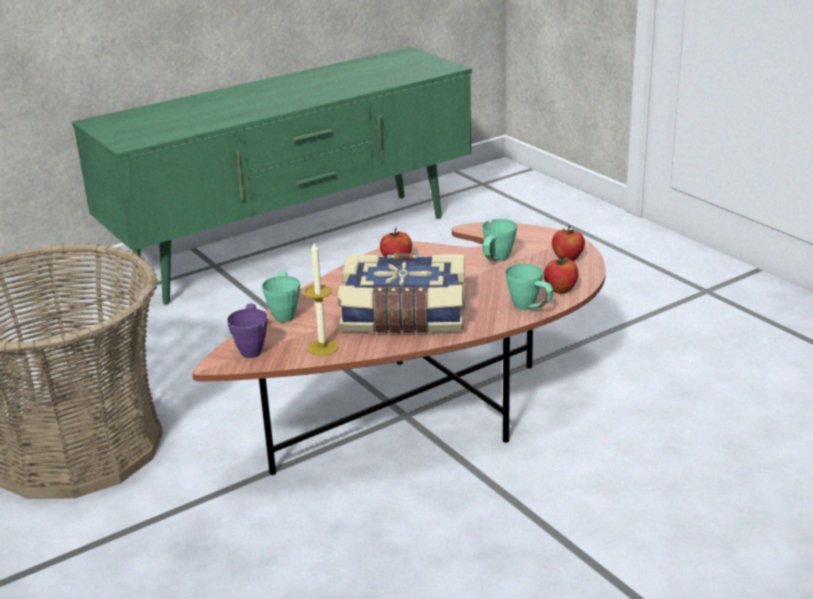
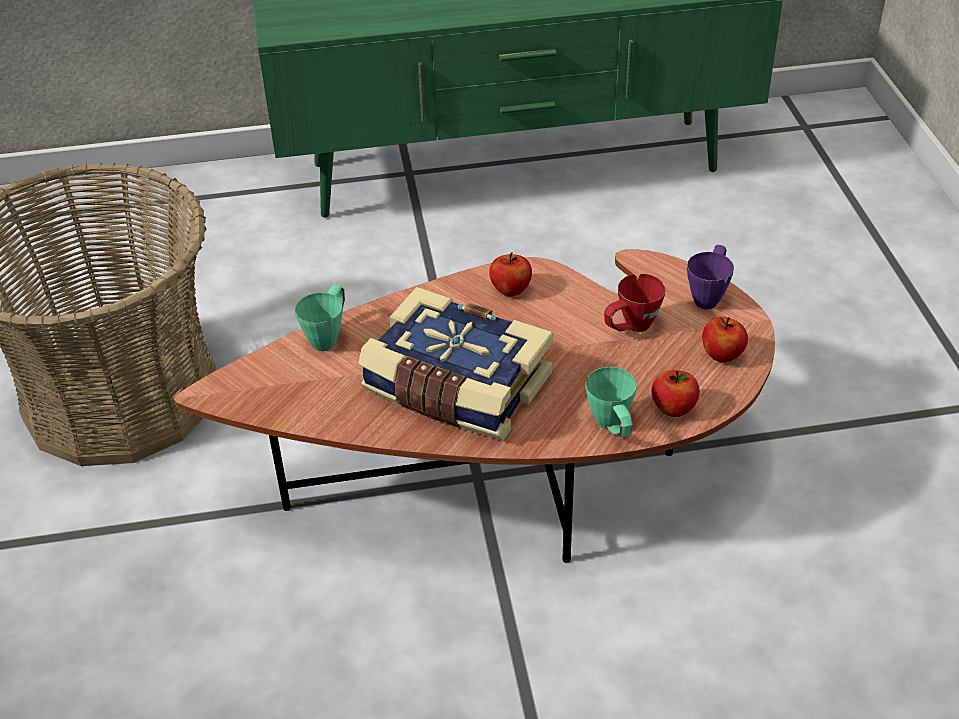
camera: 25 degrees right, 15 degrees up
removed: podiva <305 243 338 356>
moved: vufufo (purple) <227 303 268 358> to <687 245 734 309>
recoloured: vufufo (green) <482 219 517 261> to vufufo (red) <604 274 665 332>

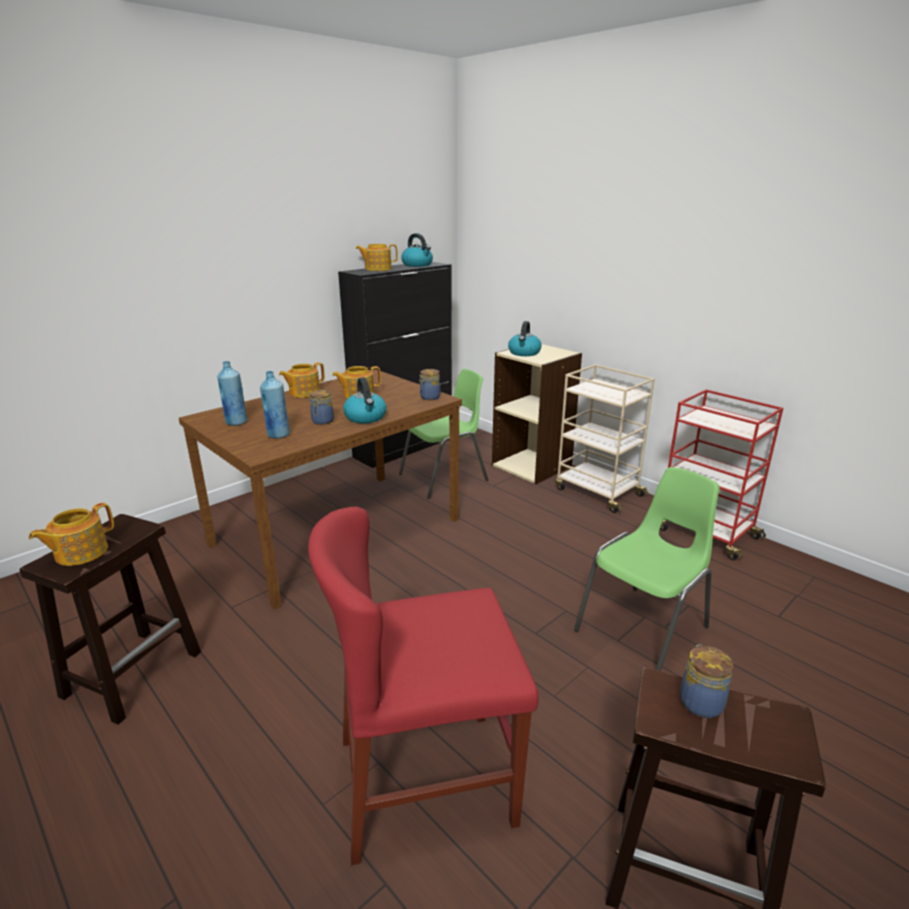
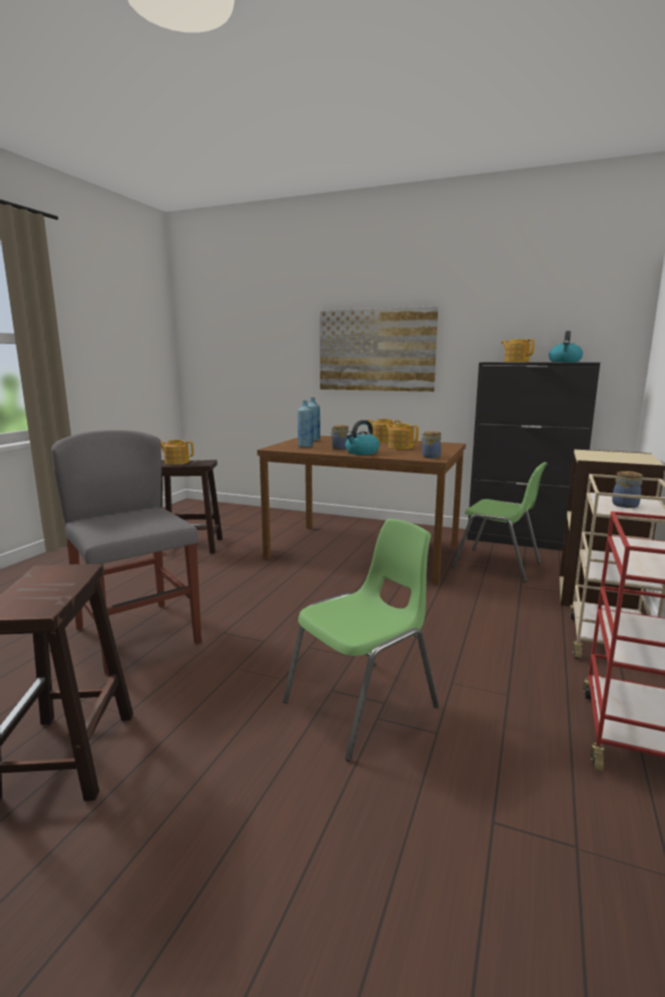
camera: 65 degrees right, 10 degrees down
removed: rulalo <508 321 541 356>
added: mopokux <320 306 438 392>
moved: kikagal <680 645 733 718> to <612 471 643 508>
recoloured: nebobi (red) <308 507 539 865> to nebobi (grey) <51 430 202 675>
turned: nebobi (green) <574 467 720 671> = <283 519 439 761> 60 degrees counterclockwise

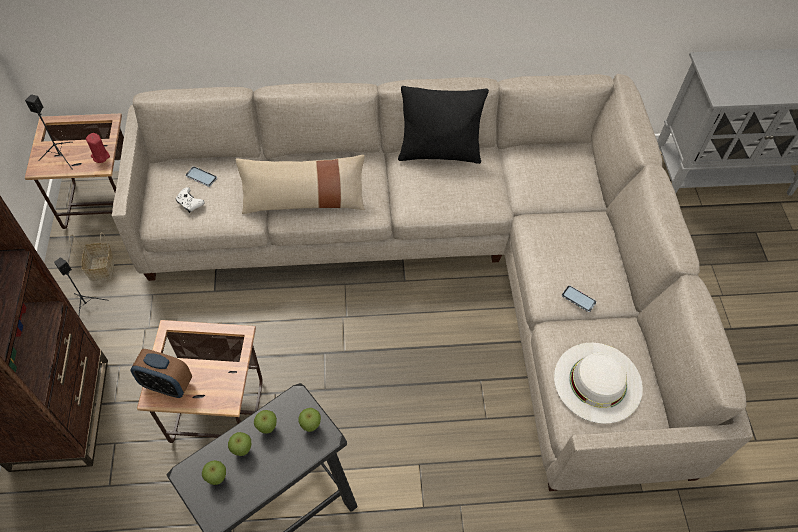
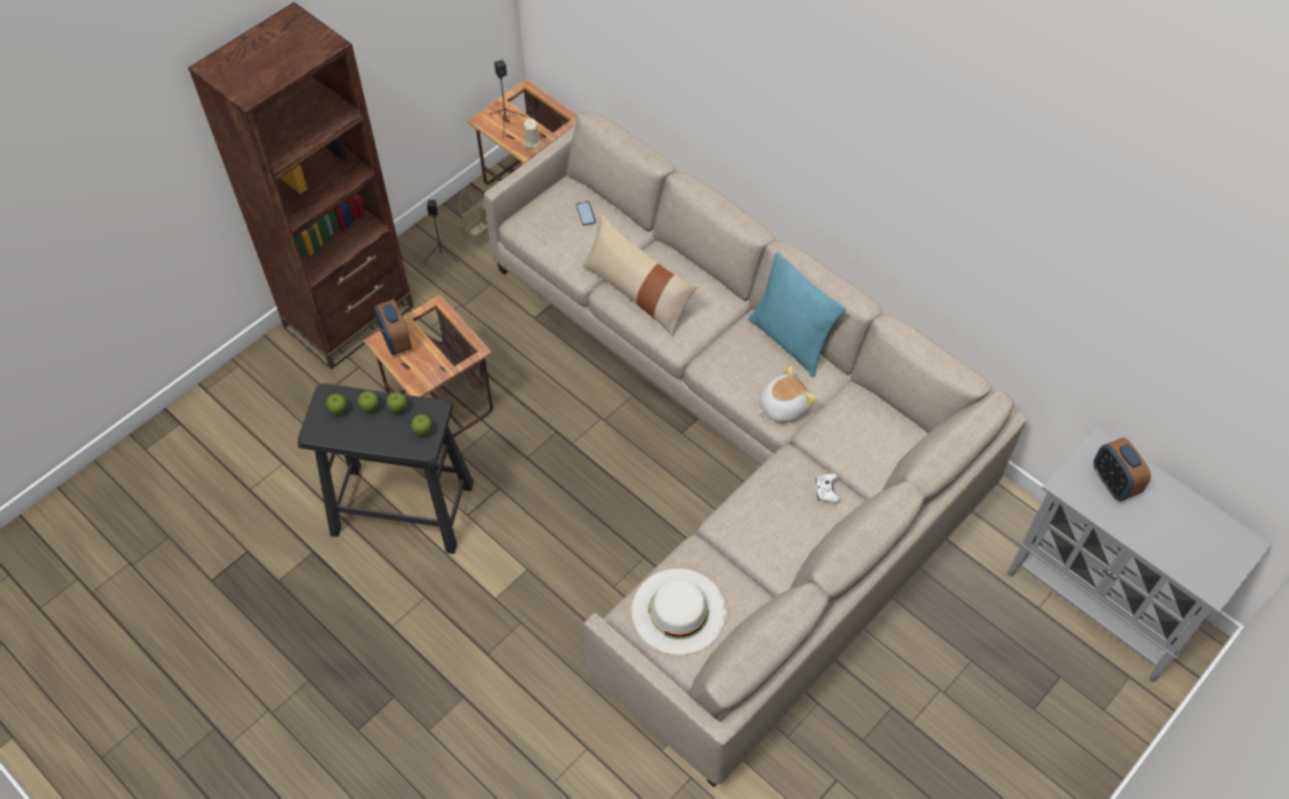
camera: 50 degrees right, 0 degrees up
removed: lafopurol <562 285 596 312>
added: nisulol <758 366 817 422>; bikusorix <1093 438 1151 501>
moved: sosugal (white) <176 187 205 213> to <816 473 840 503>
recoloured: podiva (red) <86 133 110 163> to podiva (beige) <523 119 540 149>; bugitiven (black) <398 86 489 164> to bugitiven (turquoise) <748 252 846 377>

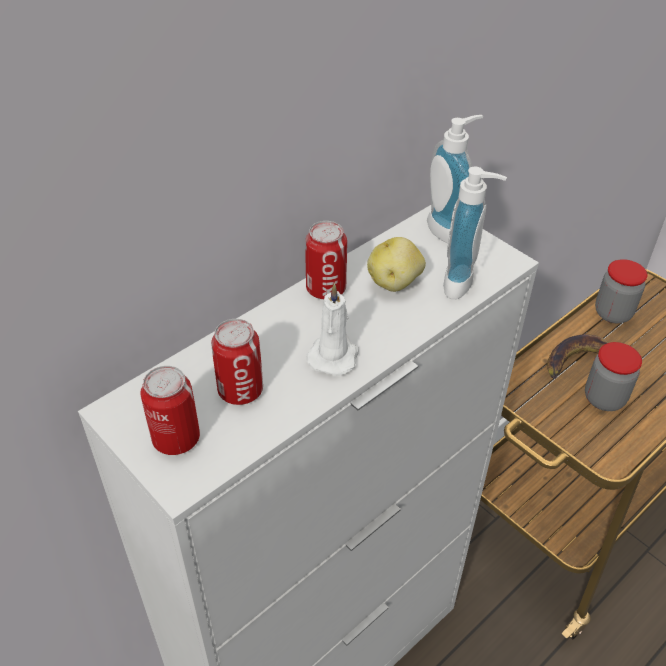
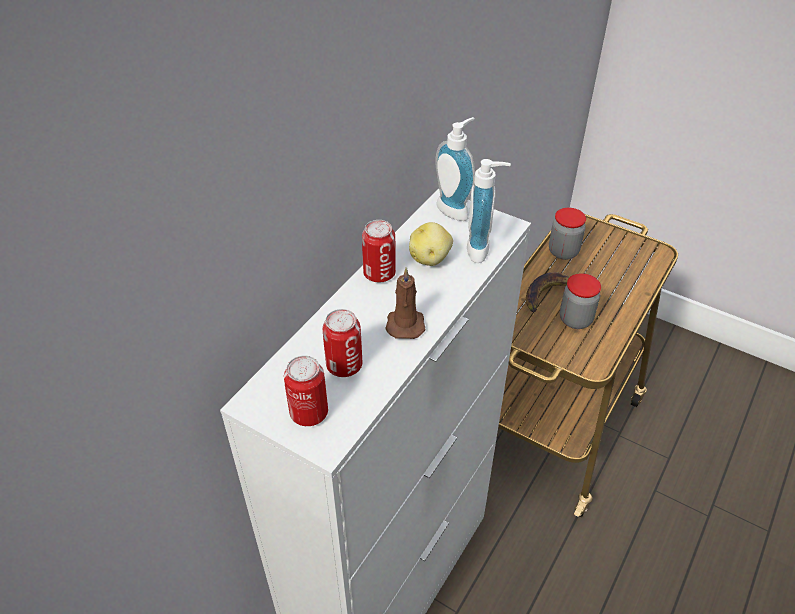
camera: 15 degrees left, 0 degrees up
recoloured: podiva (white) <306 283 359 376> to podiva (brown) <385 267 426 339>

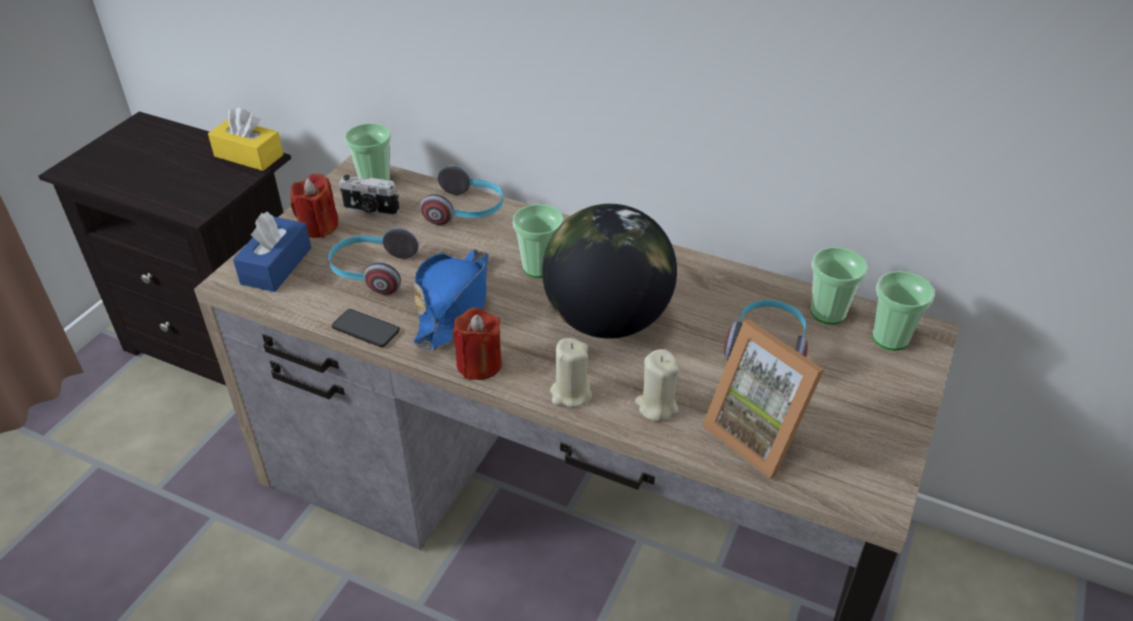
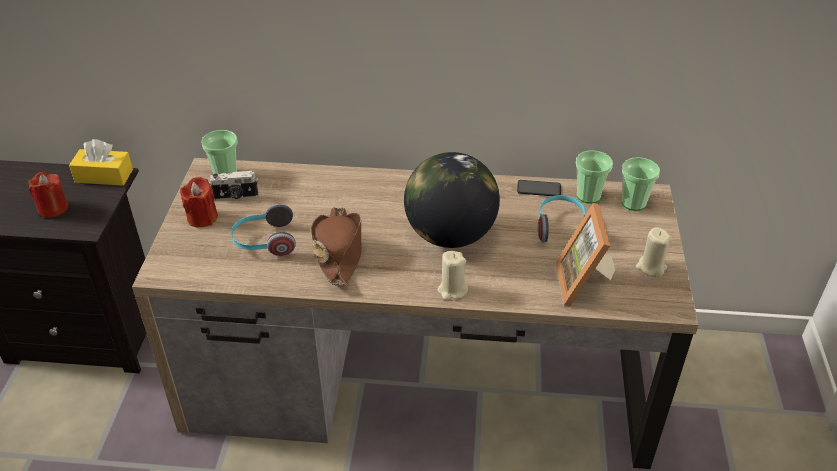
camera: 20 degrees left, 0 degrees up
removed: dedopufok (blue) <233 212 311 292>; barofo <420 165 503 225>; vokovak <513 204 564 278>
moved: podiva (red) <453 308 502 380> to <28 172 68 218>; lafopurol <332 309 400 347> to <517 180 561 196>; podiva (beige) <635 349 679 421> to <636 227 672 277>
recoloured: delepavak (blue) <413 249 488 350> to delepavak (brown) <311 207 362 286>
turned: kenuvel <702 320 824 479> = <556 203 615 307> 60 degrees clockwise

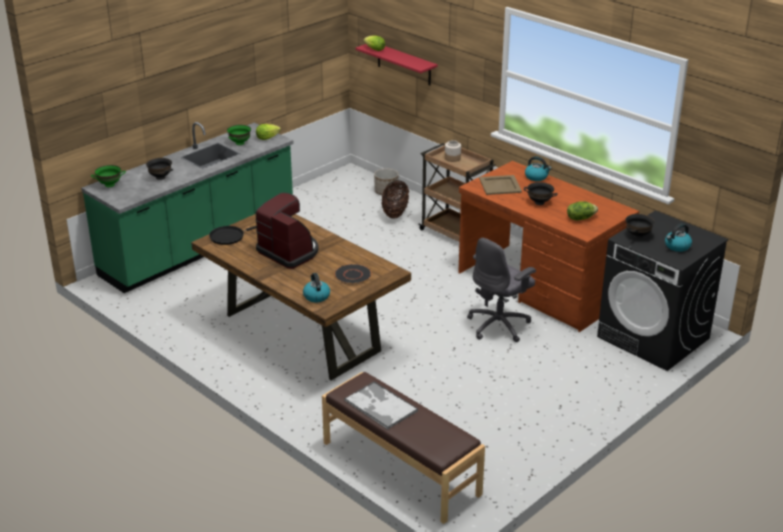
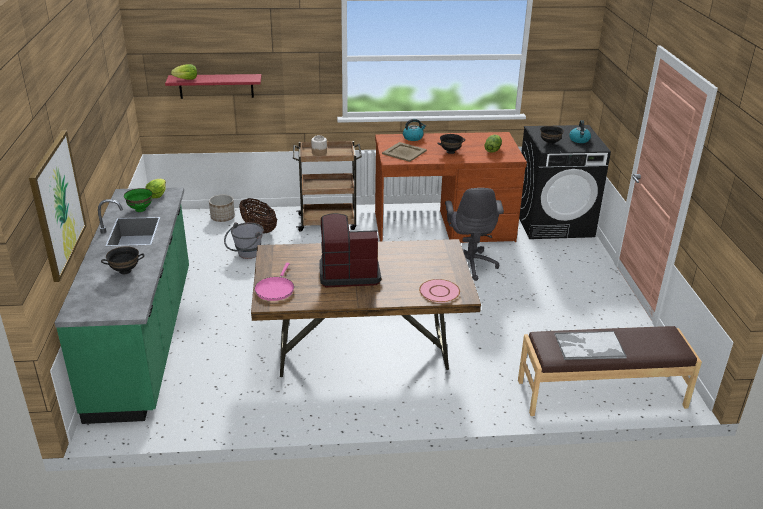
camera: 50 degrees left, 0 degrees up
removed: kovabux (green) <91 165 126 187>; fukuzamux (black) <334 264 372 284>
added: mopokux <29 130 87 282>; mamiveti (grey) <224 222 264 259>
replaced: rulalo <303 273 330 303> to fukuzamux (pink) <419 279 460 303>
recoloured: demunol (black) <209 226 257 245> to demunol (pink) <255 263 294 301>

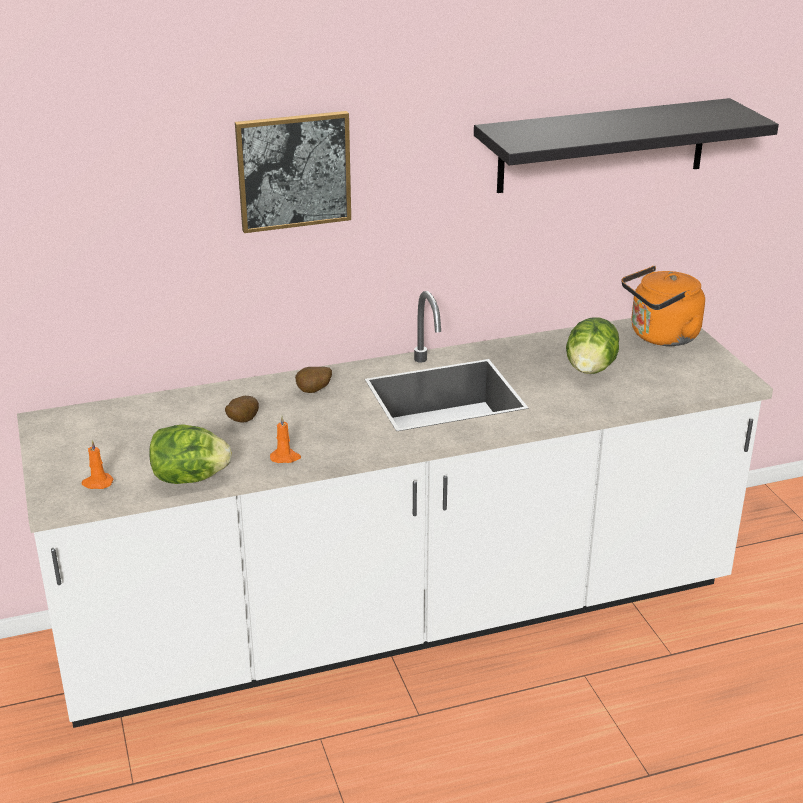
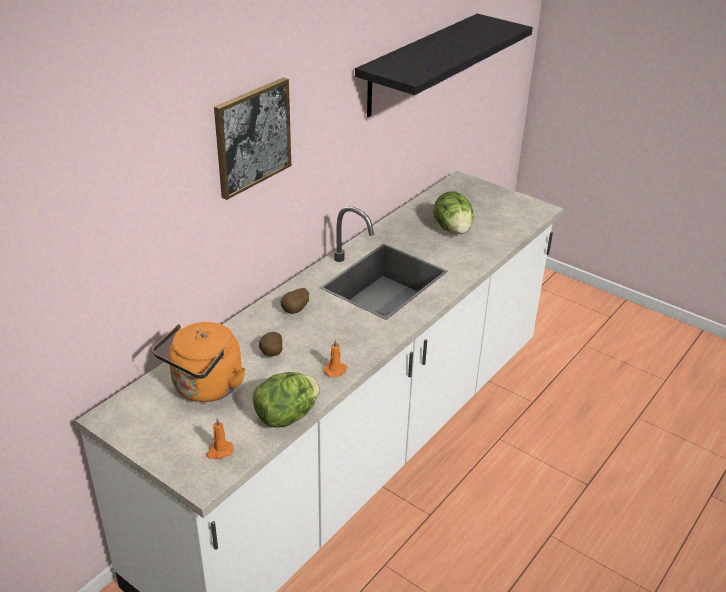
camera: 35 degrees left, 5 degrees up
moved: rulalo (orange) <622 266 705 346> to <152 322 245 402>

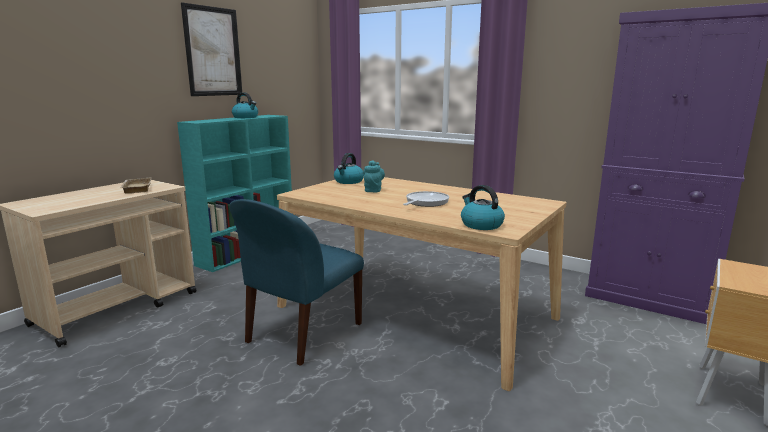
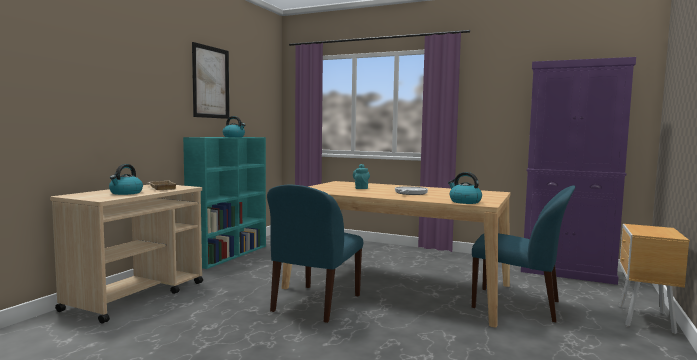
camera: 10 degrees left, 10 degrees down
added: nebobi (blue) <472 185 575 322>
moved: rulalo <334 153 364 184> to <109 164 143 195>

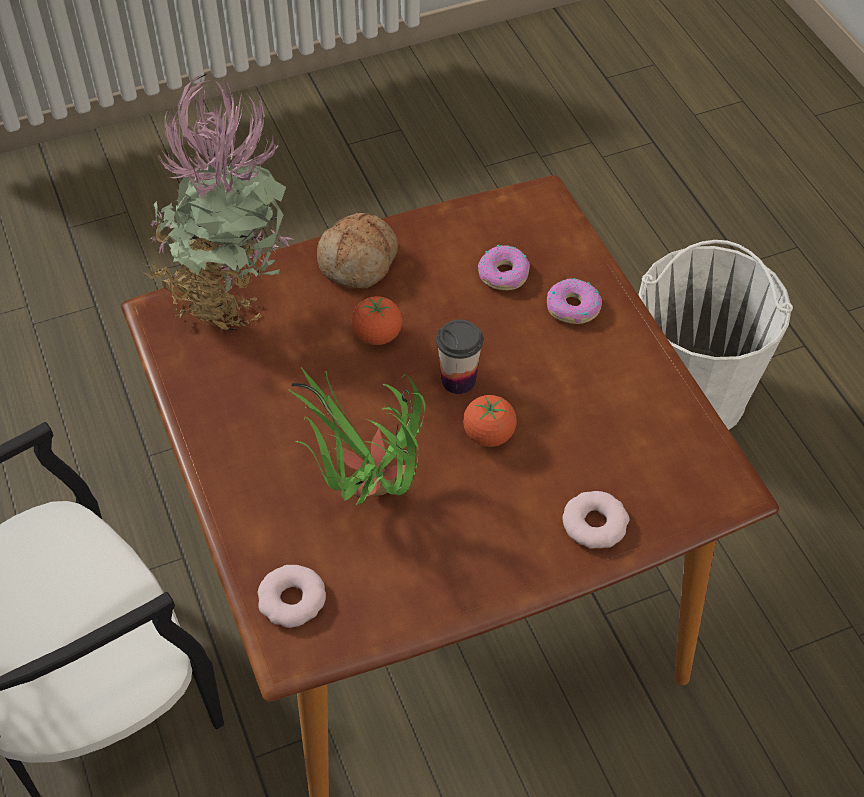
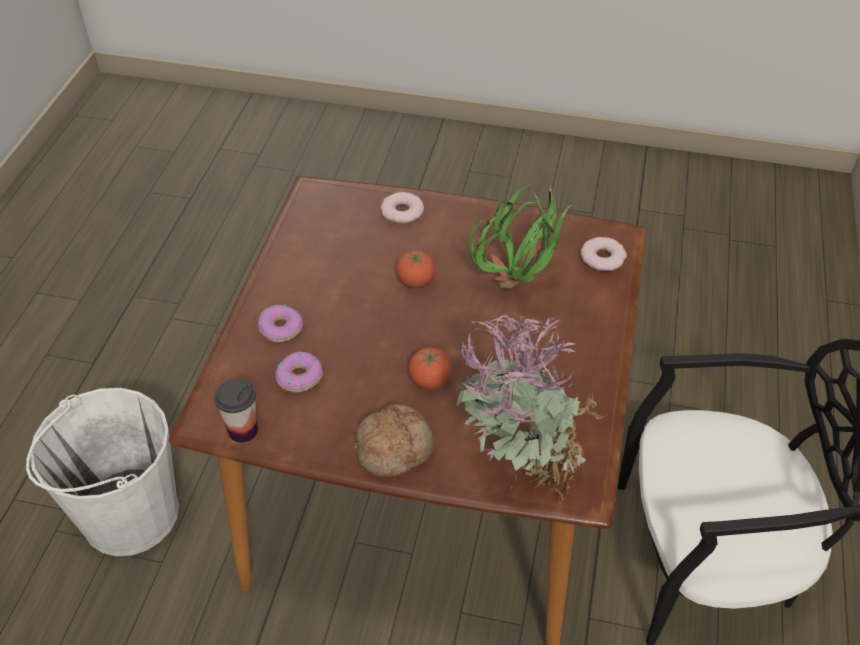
camera: 145 degrees left, 5 degrees down
moved: vokovak <436 320 483 394> to <214 378 258 443>

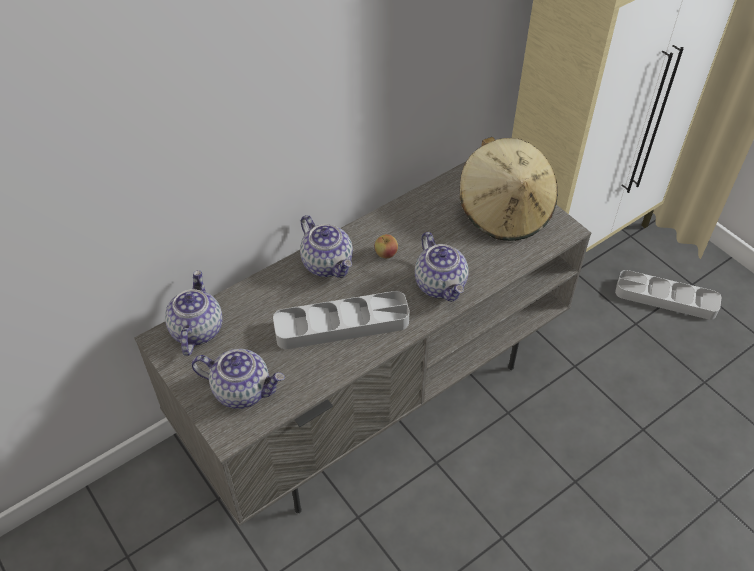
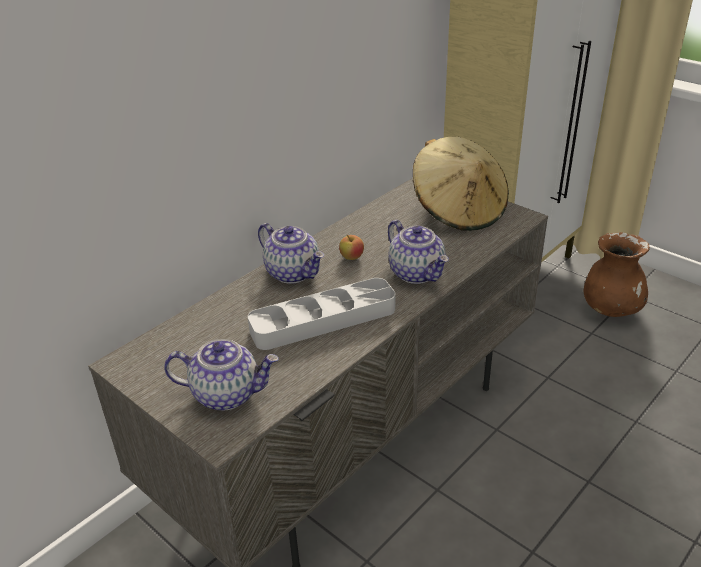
camera: 10 degrees left, 15 degrees down
removed: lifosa <165 270 223 356>
replaced: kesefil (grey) <615 270 721 320> to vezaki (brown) <584 232 650 317>

